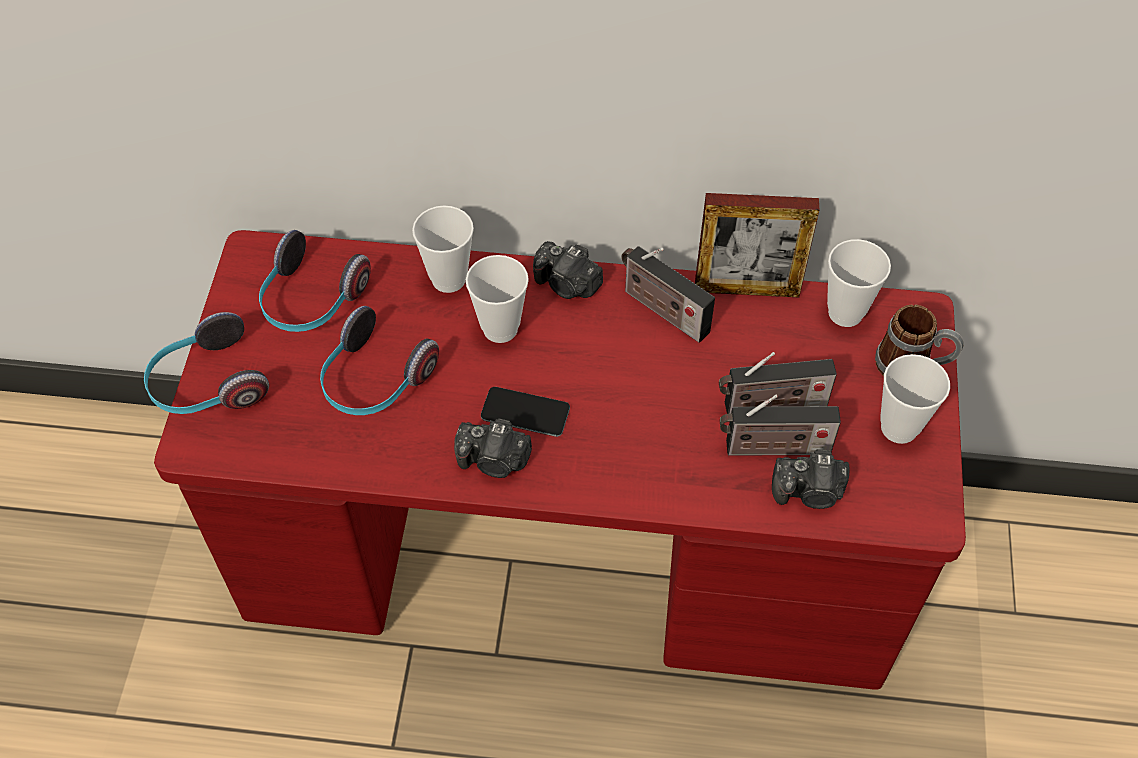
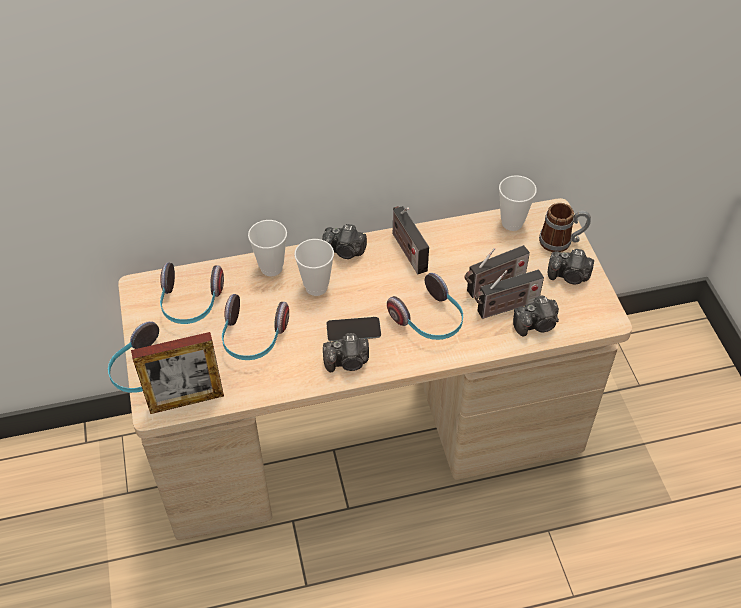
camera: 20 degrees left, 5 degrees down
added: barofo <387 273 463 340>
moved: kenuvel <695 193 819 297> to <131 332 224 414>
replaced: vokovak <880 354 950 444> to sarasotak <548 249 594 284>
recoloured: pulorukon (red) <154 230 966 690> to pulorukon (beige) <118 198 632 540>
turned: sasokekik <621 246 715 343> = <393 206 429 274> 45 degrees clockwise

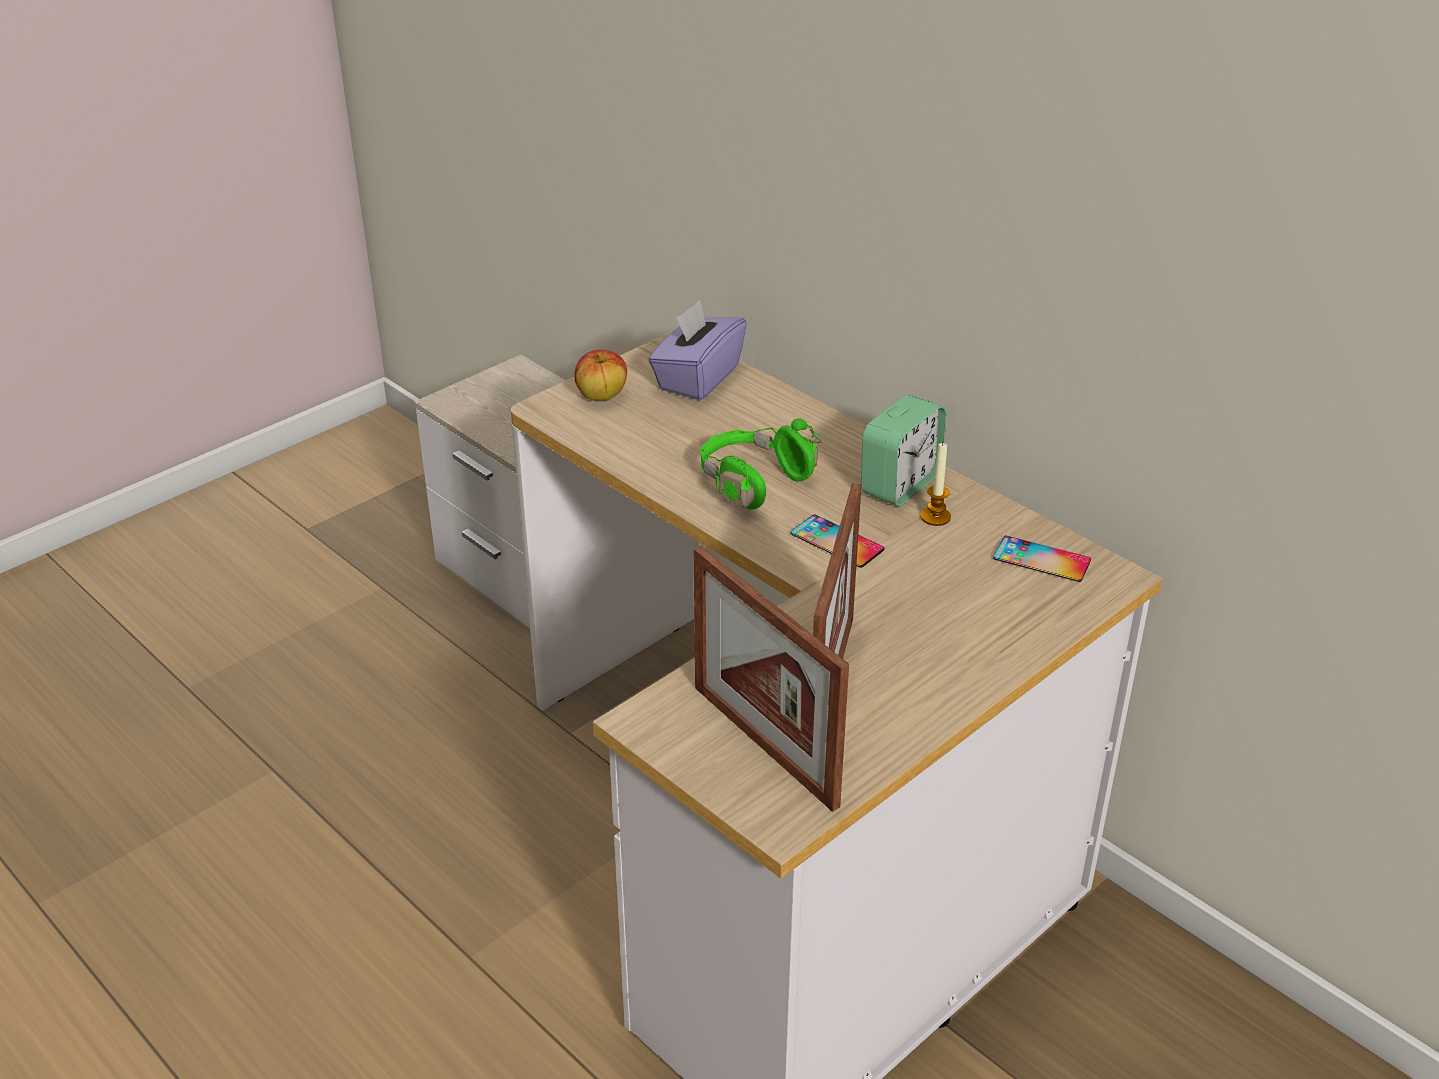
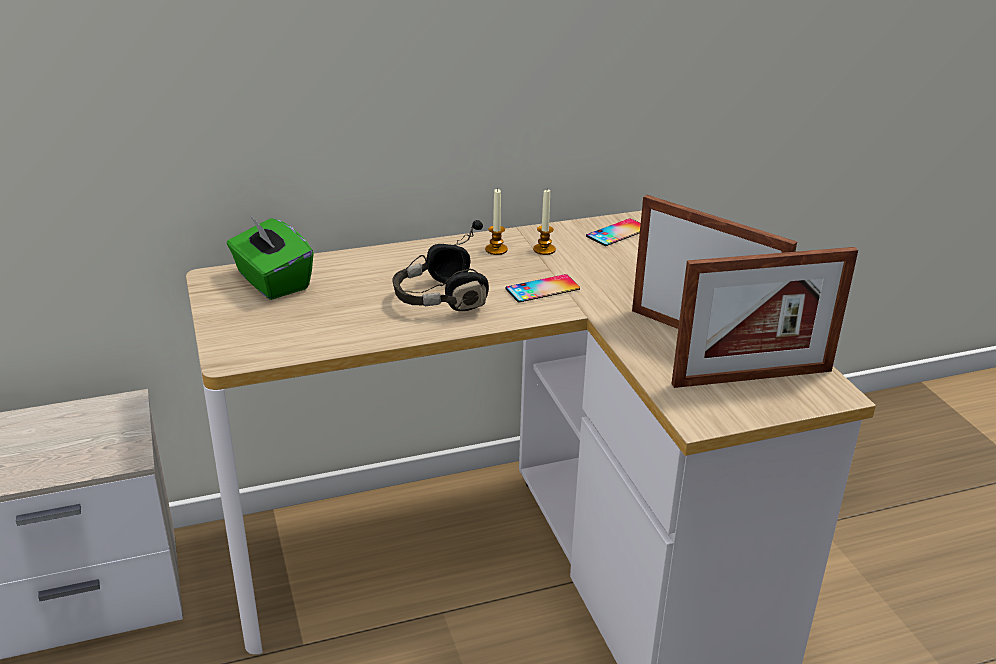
camera: 65 degrees left, 5 degrees down
removed: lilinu <574 350 627 401>
replaced: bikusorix <861 395 946 506> to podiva <485 188 508 255>
recoloured: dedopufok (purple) <648 300 747 400> to dedopufok (green) <227 215 314 300>; barofo (green) <700 418 822 509> to barofo (black) <392 220 489 311>

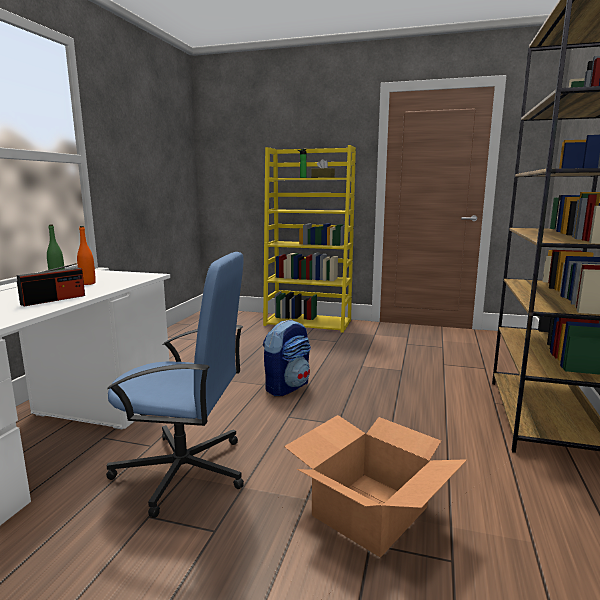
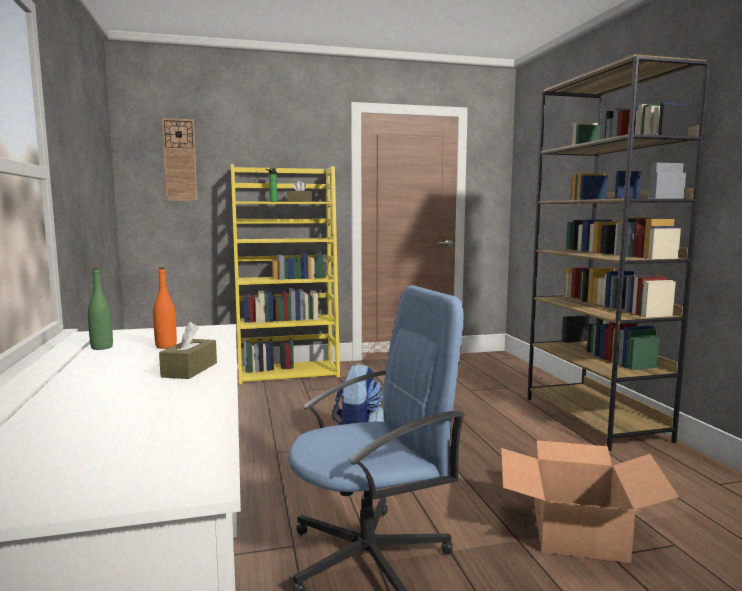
camera: 30 degrees left, 5 degrees down
added: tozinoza <162 118 198 201>
replaced: sasokekik <17 263 85 306> to dedopufok (brown) <159 322 217 379>

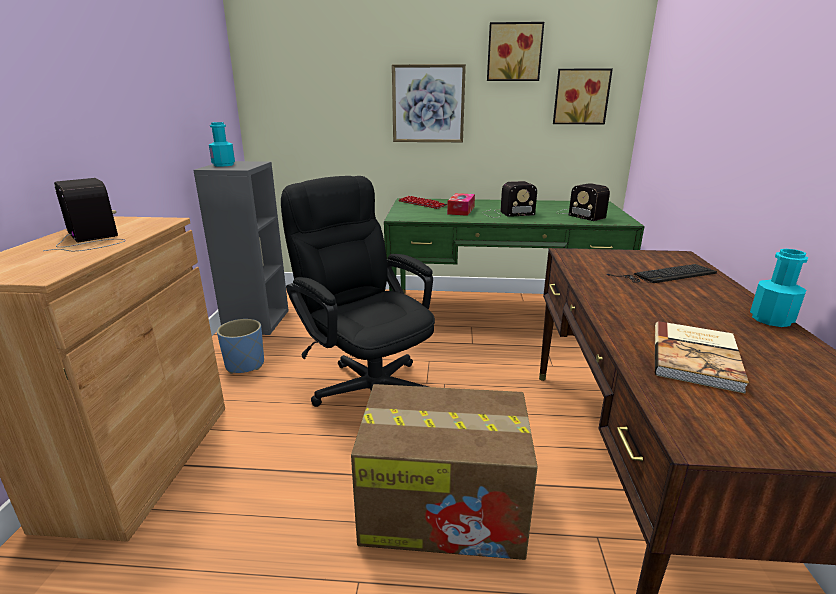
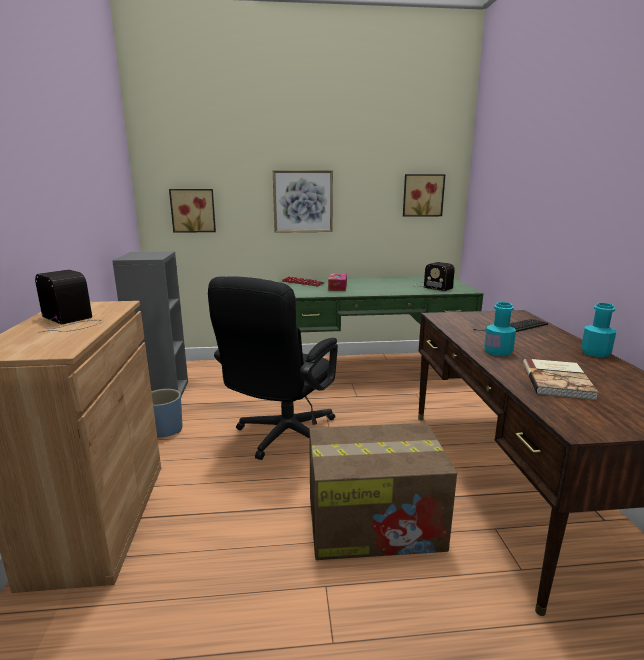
camera: 10 degrees left, 5 degrees down
removed: sasokekik <483 181 537 218>
moved: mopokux <487 22 544 81> to <169 189 216 233>; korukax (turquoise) <209 122 235 167> to <484 302 516 356>
turned: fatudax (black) <281 176 435 407> = <208 276 338 460> 105 degrees counterclockwise

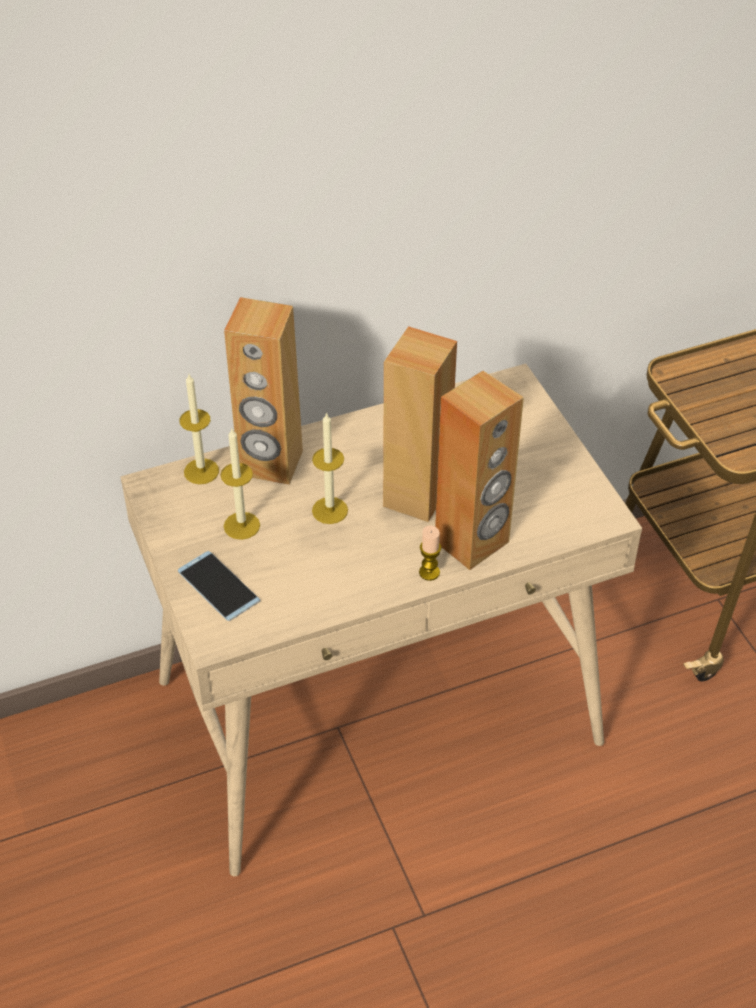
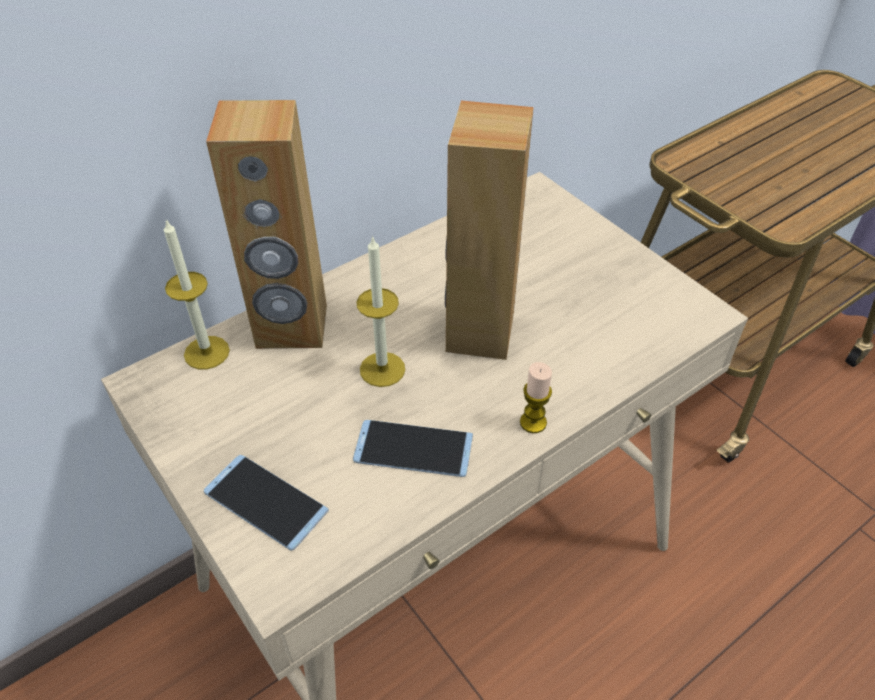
camera: 15 degrees left, 0 degrees up
removed: podiva <220 429 260 540>; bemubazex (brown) <435 370 524 570>
added: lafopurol <353 420 473 477>

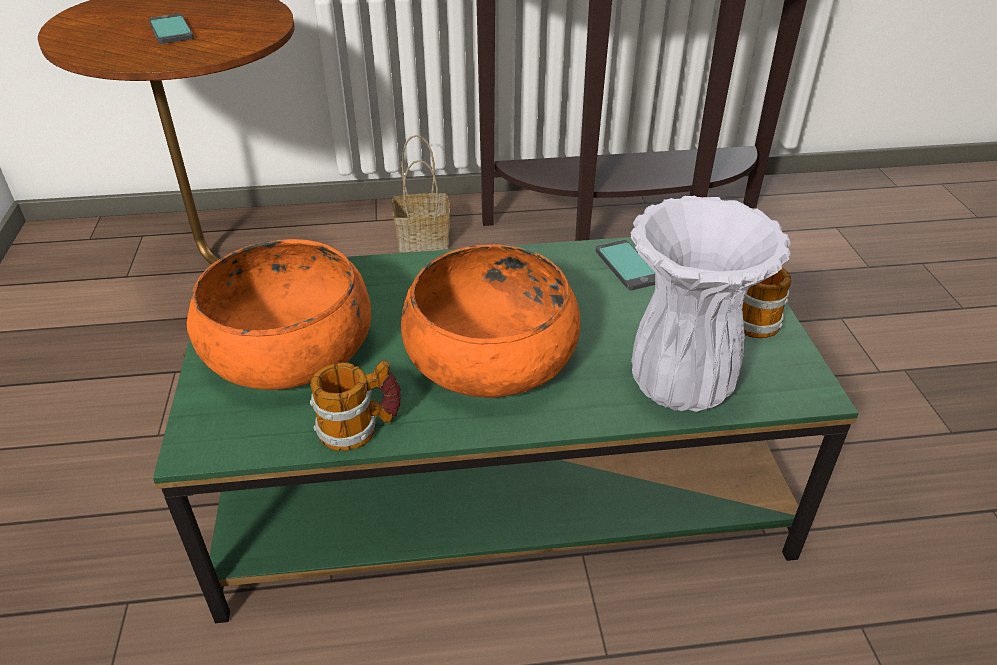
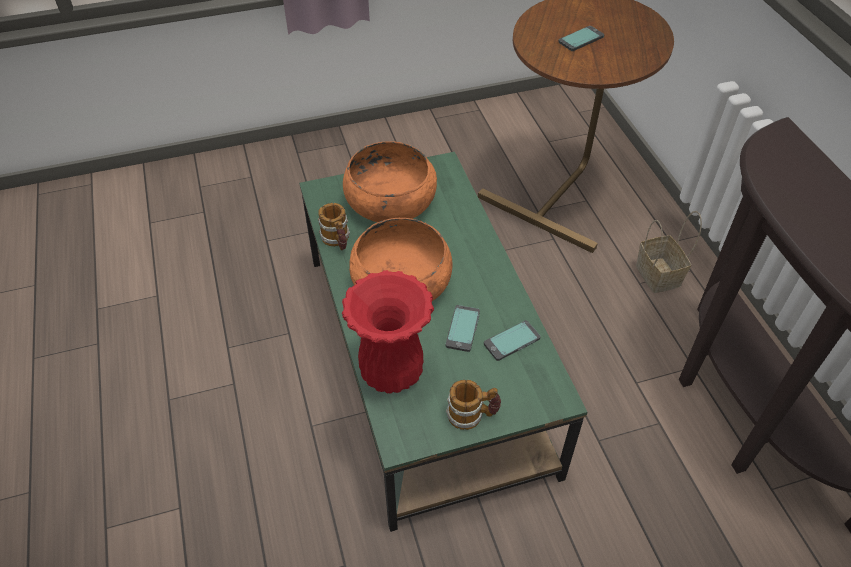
camera: 80 degrees right, 10 degrees up
added: lafopurol <445 305 480 352>
recoloured: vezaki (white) <630 195 791 412> to vezaki (red) <342 270 434 393>

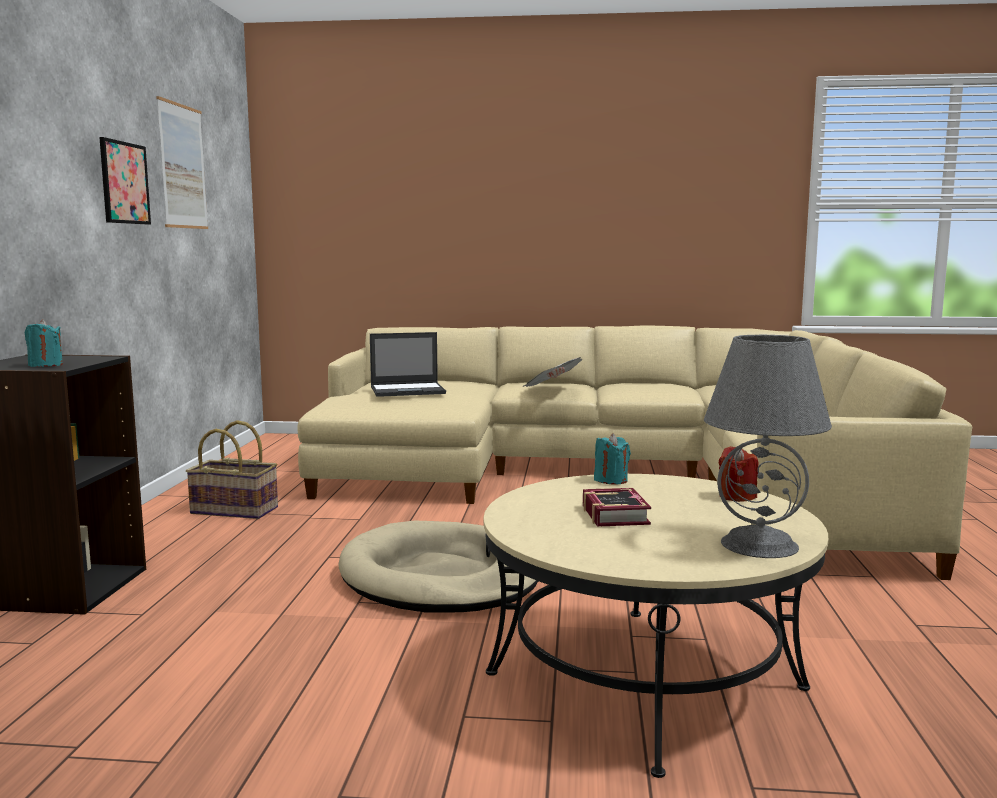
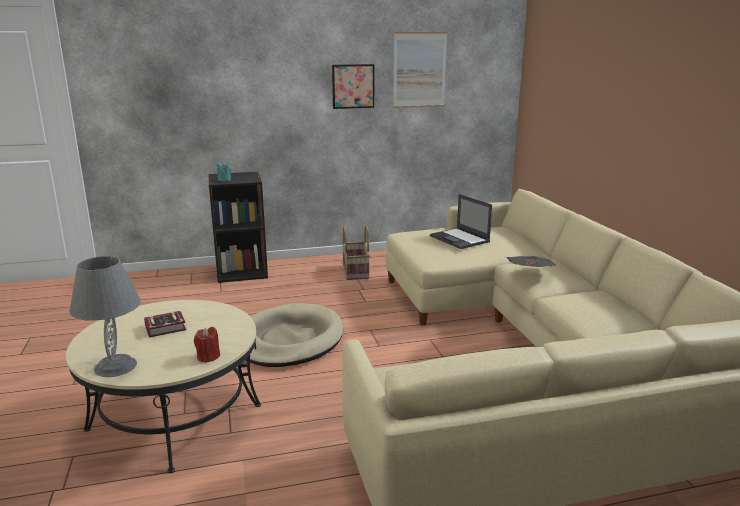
camera: 70 degrees right, 10 degrees up
removed: podiva (turquoise) <594 433 631 485>

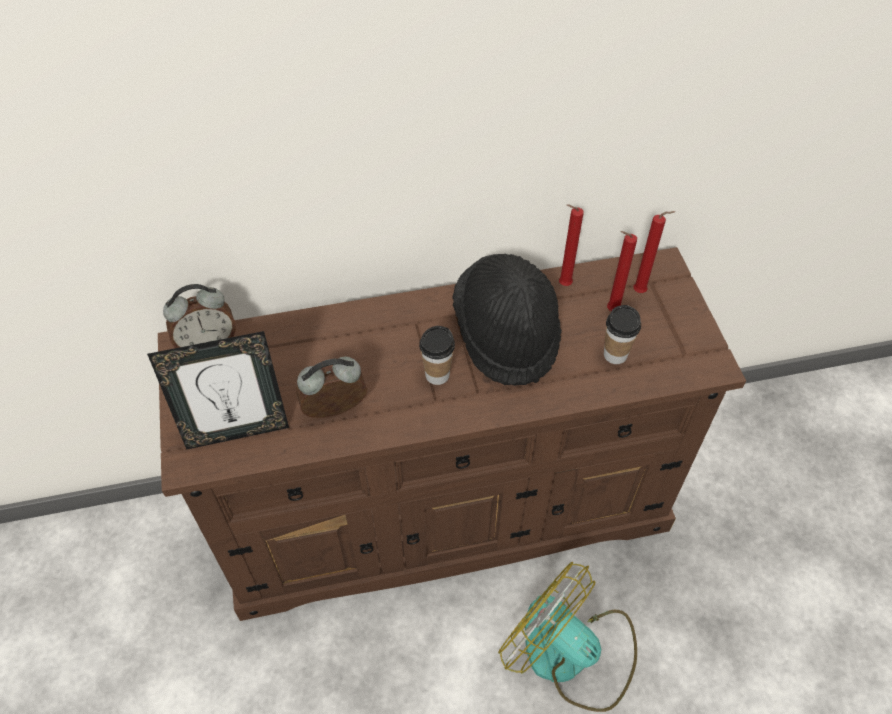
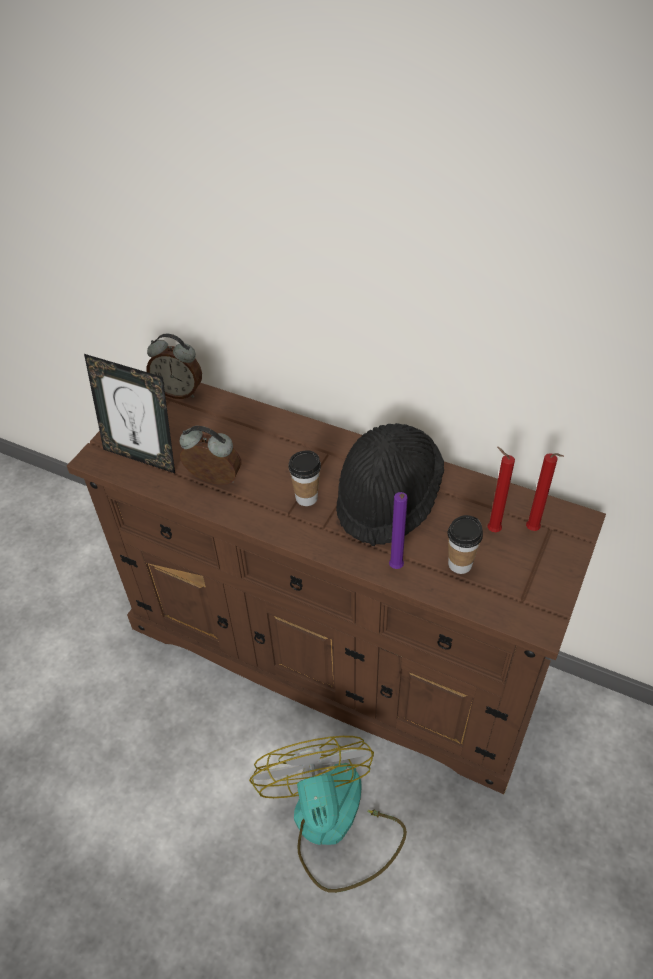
camera: 40 degrees right, 5 degrees down
removed: podiva (red) <559 204 584 286>
added: podiva (purple) <389 492 408 569>

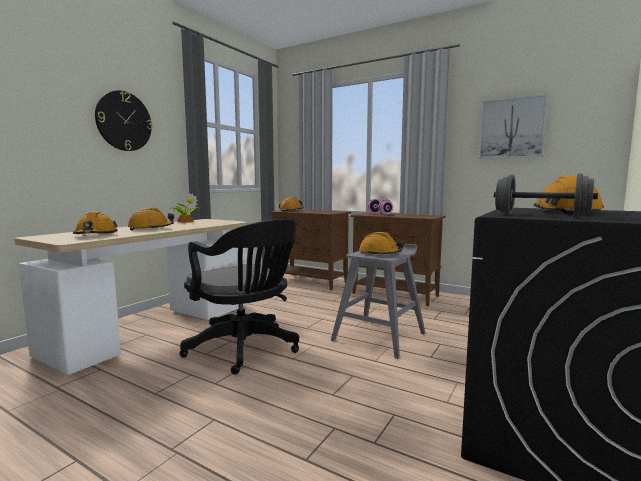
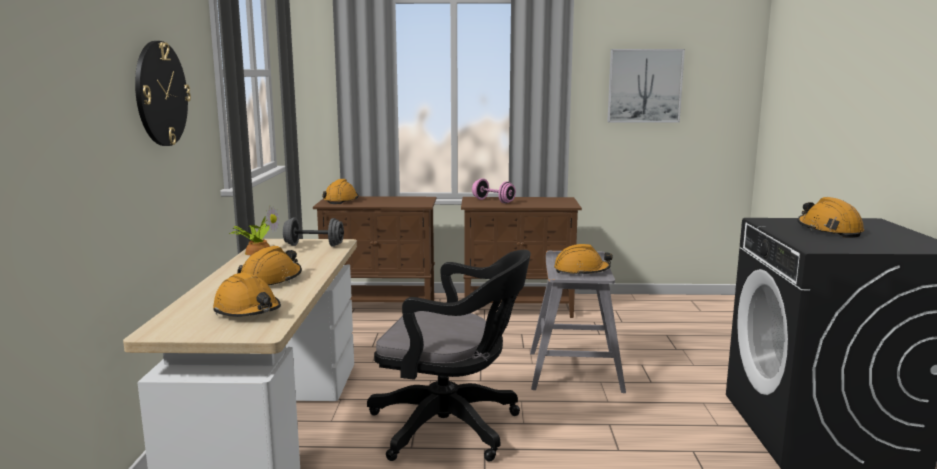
camera: 30 degrees left, 5 degrees up
moved: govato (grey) <494 174 598 218> to <283 218 344 247>

